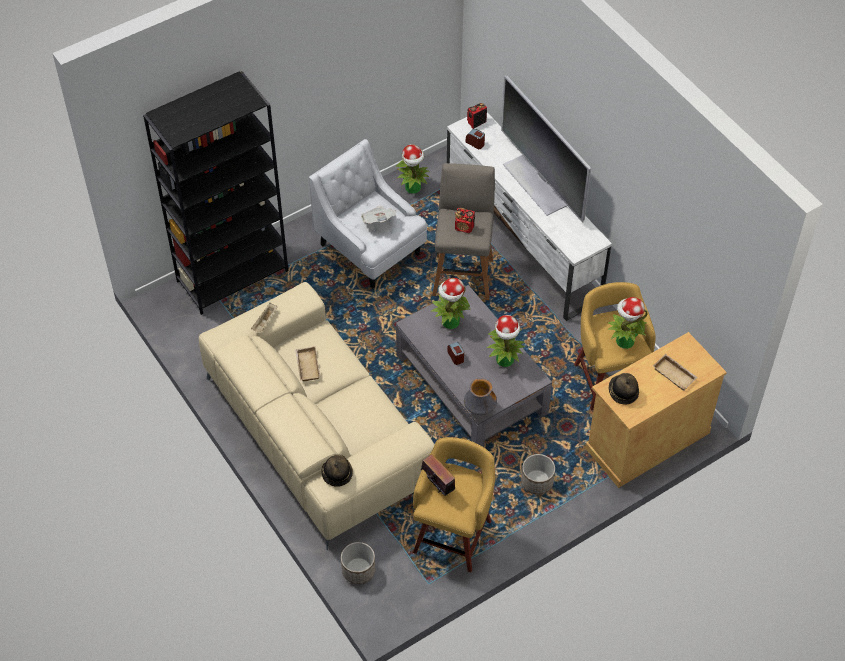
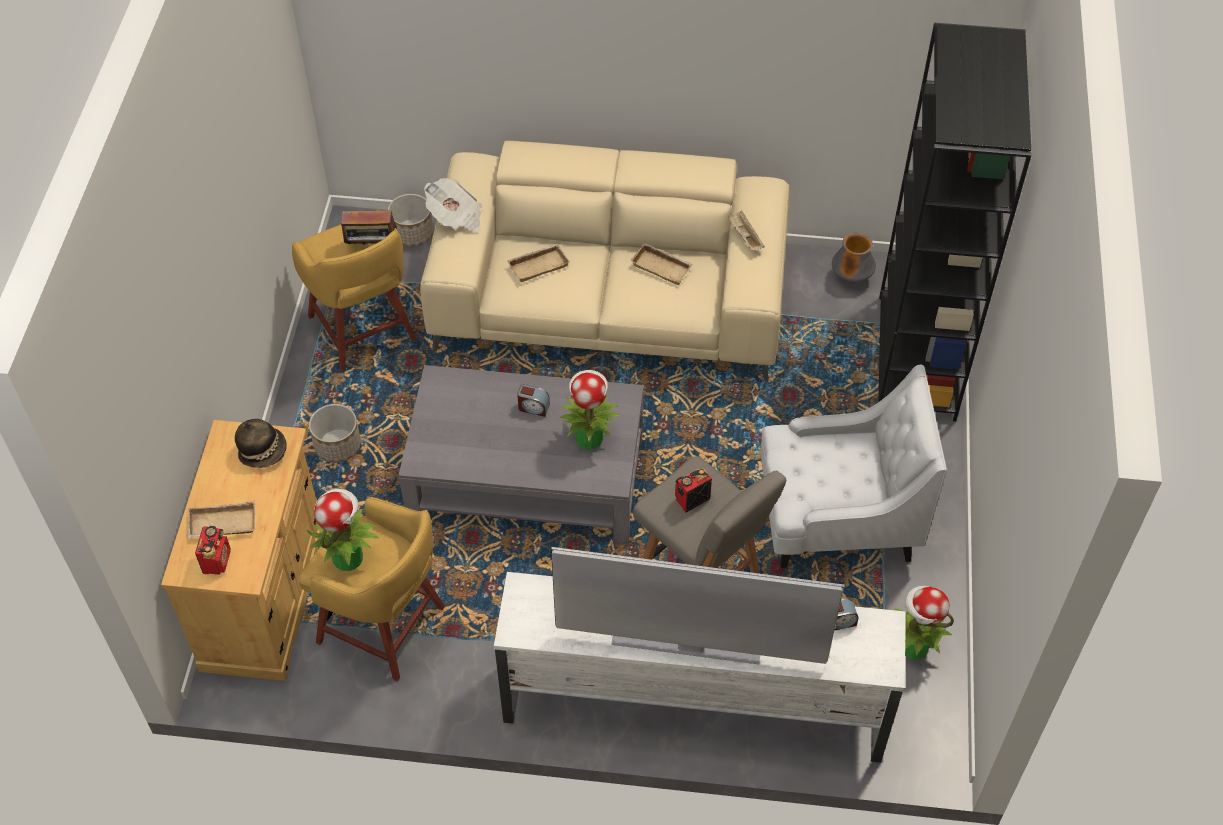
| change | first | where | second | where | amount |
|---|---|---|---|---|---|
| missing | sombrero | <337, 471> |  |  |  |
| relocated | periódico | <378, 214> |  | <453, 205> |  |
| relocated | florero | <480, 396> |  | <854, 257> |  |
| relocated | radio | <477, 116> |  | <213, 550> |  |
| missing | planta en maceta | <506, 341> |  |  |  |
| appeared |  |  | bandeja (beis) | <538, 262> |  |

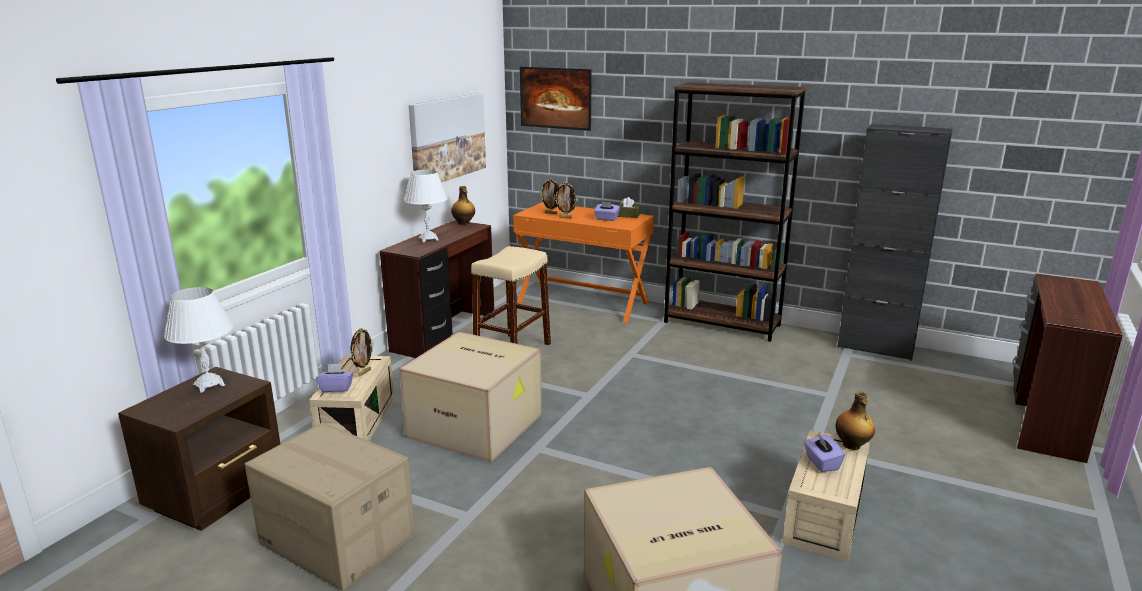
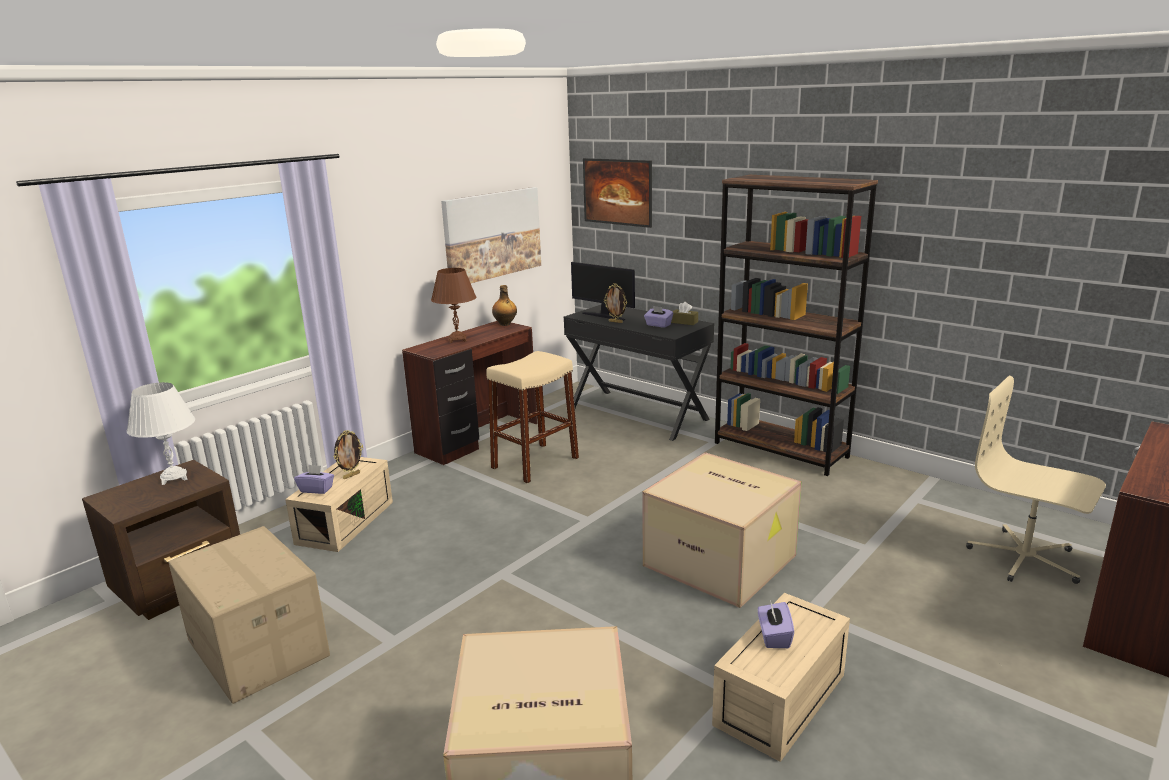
| change | first | where | second | where | amount |
|---|---|---|---|---|---|
| relocated | caja de cartón | <470, 397> |  | <722, 530> |  |
| colour | lámpara de mesa (blanco) | <426, 206> | lámpara de mesa (marrón) | <453, 305> |  |
| colour | escritorio (naranja) | <583, 262> | escritorio (negro) | <639, 373> |  |
| exchanged | portarretratos | <549, 196> | monitor | <603, 291> |  |
| missing | botella | <855, 421> |  |  |  |
| missing | armario (negro) | <894, 242> |  |  |  |
| appeared |  |  | silla de oficina (beis) | <1036, 480> |  |

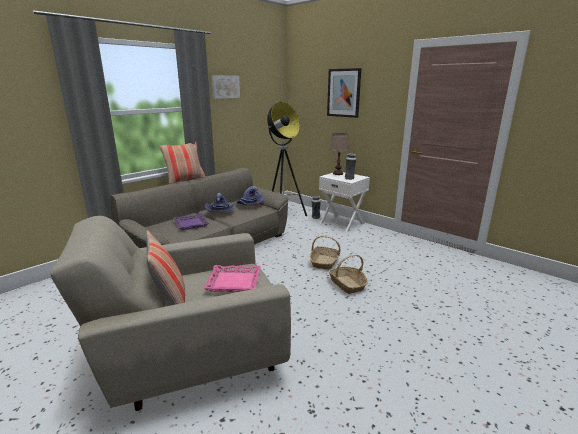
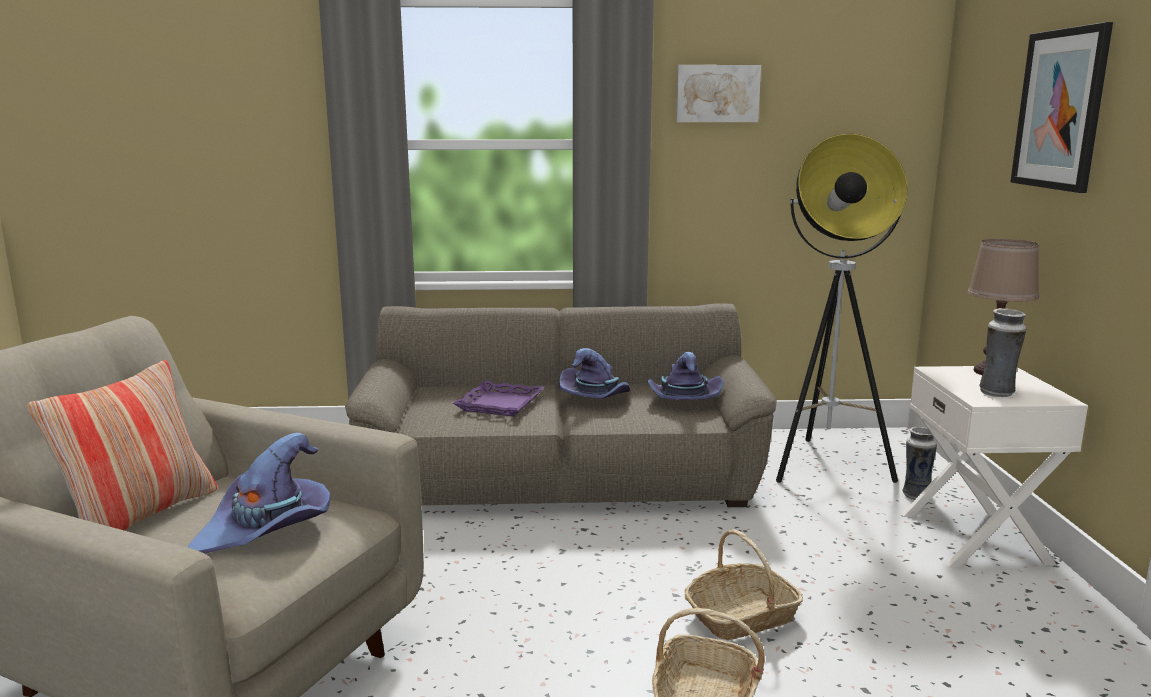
| change | first | where | second | where | amount |
|---|---|---|---|---|---|
| missing | cojín | <182, 162> |  |  |  |
| exchanged | bandeja (rosa) | <232, 278> | sombrero (morado) | <259, 493> |  |

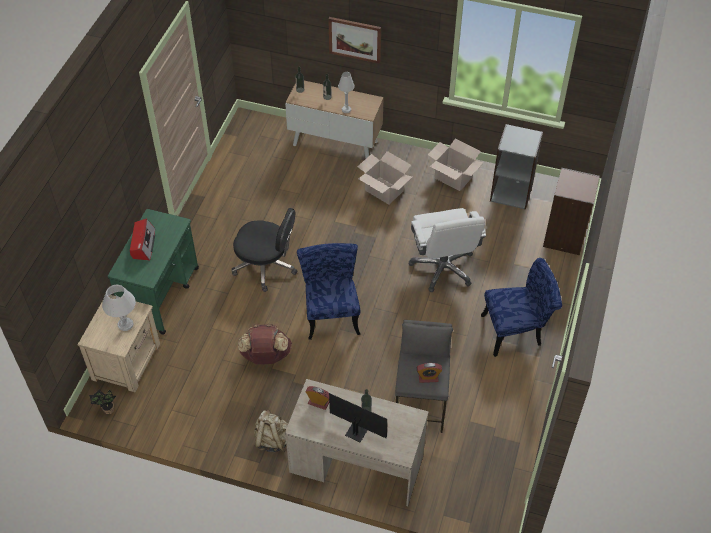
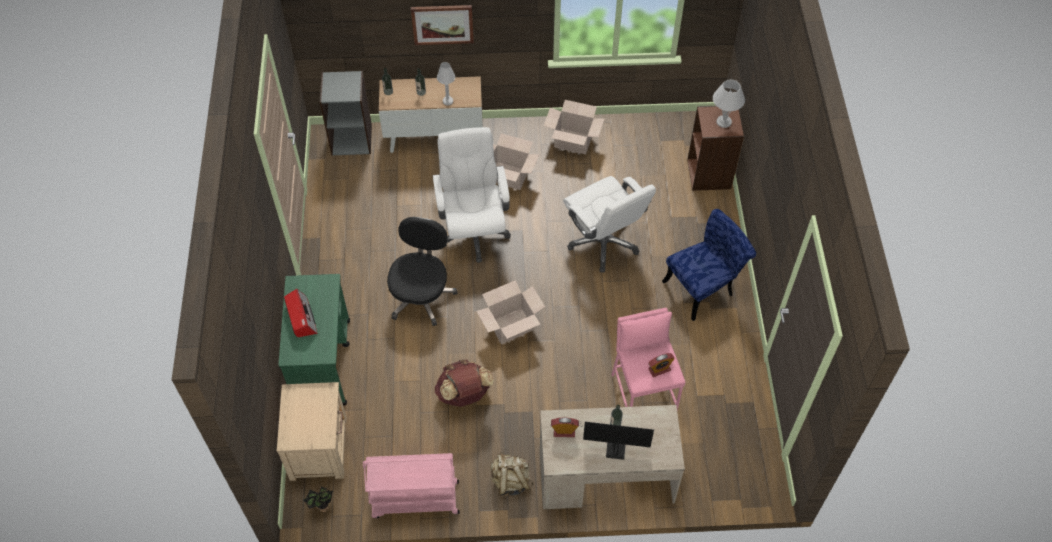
| change | first | where | second | where | amount |
|---|---|---|---|---|---|
| relocated | lámpara de mesa (blanco) | <119, 308> |  | <729, 103> |  |
| spun | silla de oficina (negro) | <264, 250> |  | <422, 271> | 75 degrees counterclockwise |
| exchanged | silla (azul) | <328, 291> | caja de cartón | <510, 312> |  |
| colour | taburete (gris) | <424, 376> | taburete (rosa) | <648, 359> |  |
| relocated | estantería (gris) | <516, 167> |  | <346, 113> |  |
| appeared |  |  | carrito (rosa) | <411, 485> |  |
| appeared |  |  | silla de oficina (blanco) | <472, 195> |  |

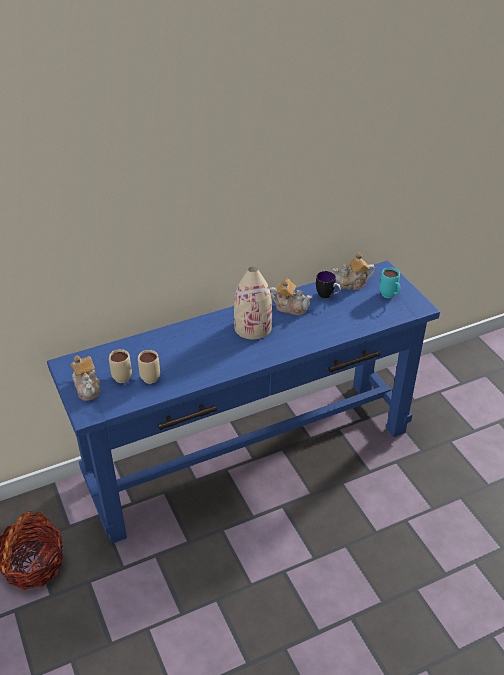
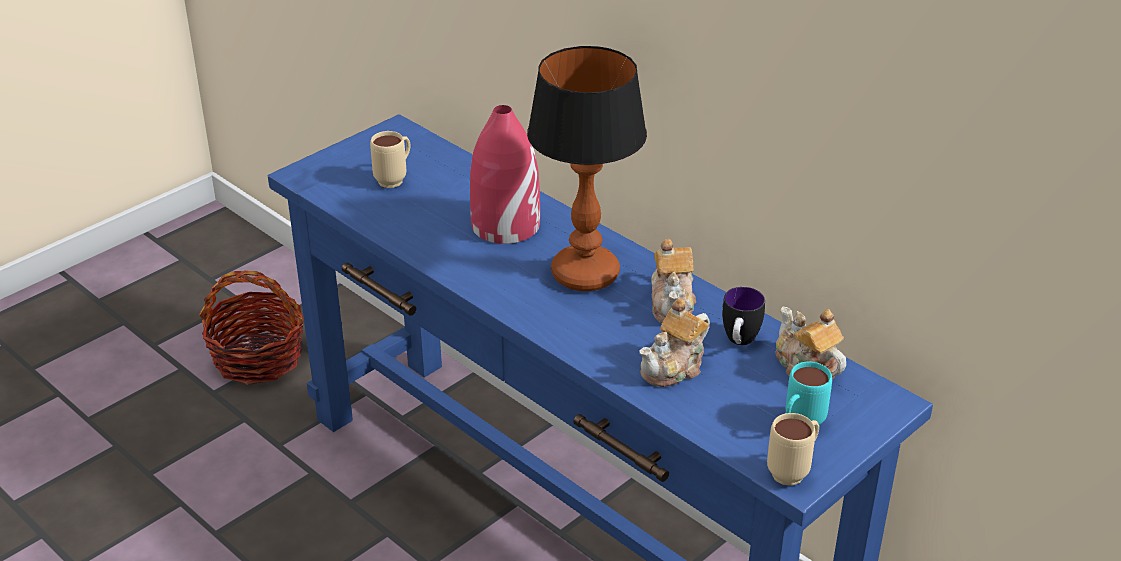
| change | first | where | second | where | amount |
|---|---|---|---|---|---|
| relocated | tetera | <85, 378> |  | <674, 343> |  |
| relocated | taza grande (beis) | <149, 367> |  | <793, 449> |  |
| exchanged | florero (beis) | <253, 302> | lámpara de mesa | <587, 168> |  |
| appeared |  |  | florero (rojo) | <505, 174> |  |

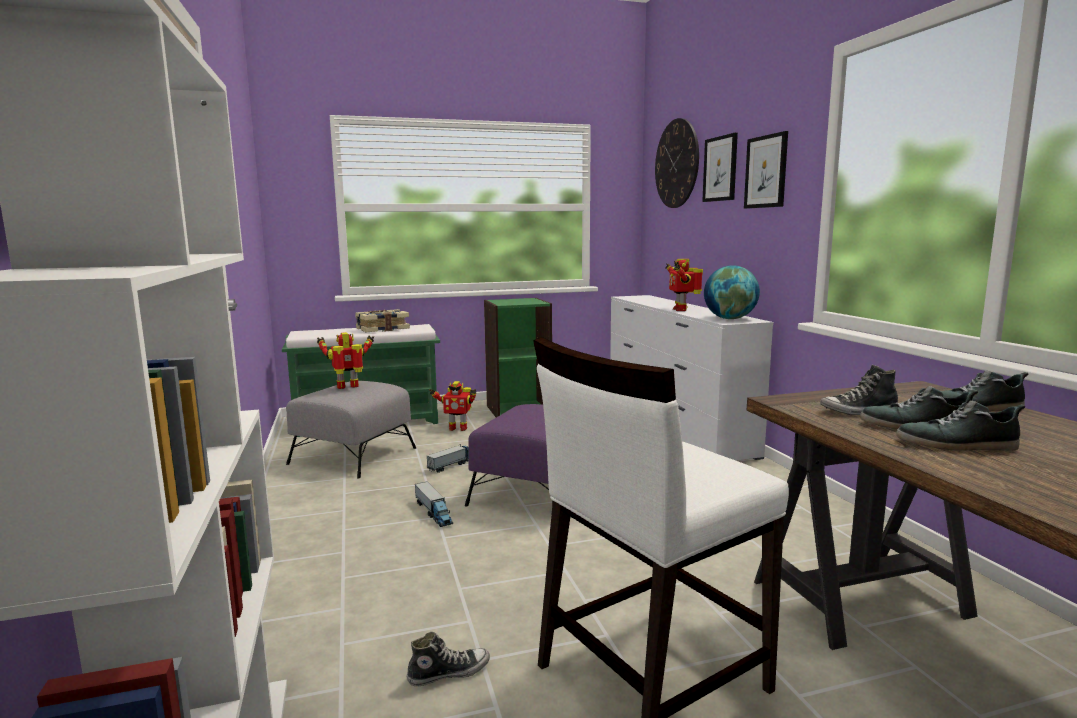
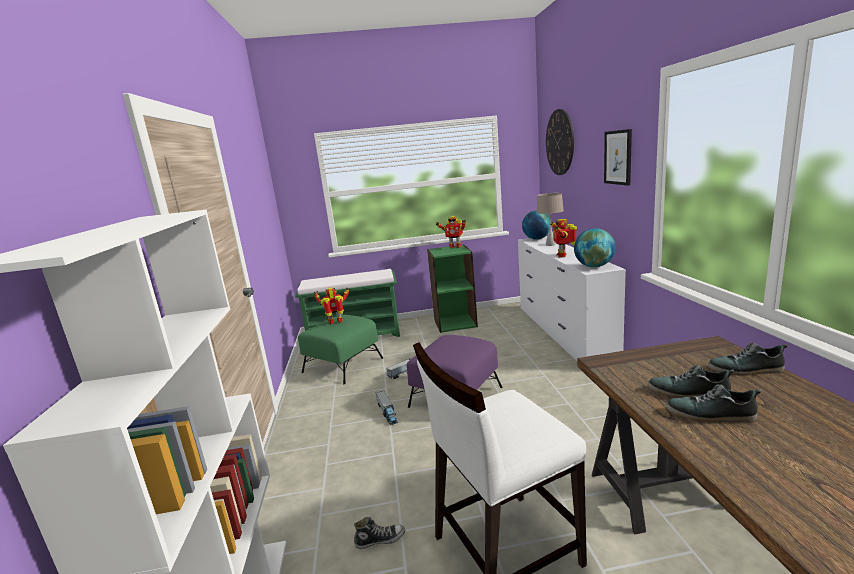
| change | first | where | second | where | amount |
|---|---|---|---|---|---|
| colour | puf (gris) | <351, 430> | puf (verde) | <340, 349> |  |
| missing | libro | <382, 320> |  |  |  |
| relocated | robot de juguete | <452, 406> |  | <451, 232> |  |
| missing | cuadro | <720, 167> |  |  |  |
| missing | zapato | <859, 390> |  |  |  |
| appeared |  |  | globo terráqueo | <537, 225> |  |
| appeared |  |  | lámpara de mesa (beis) | <550, 219> |  |

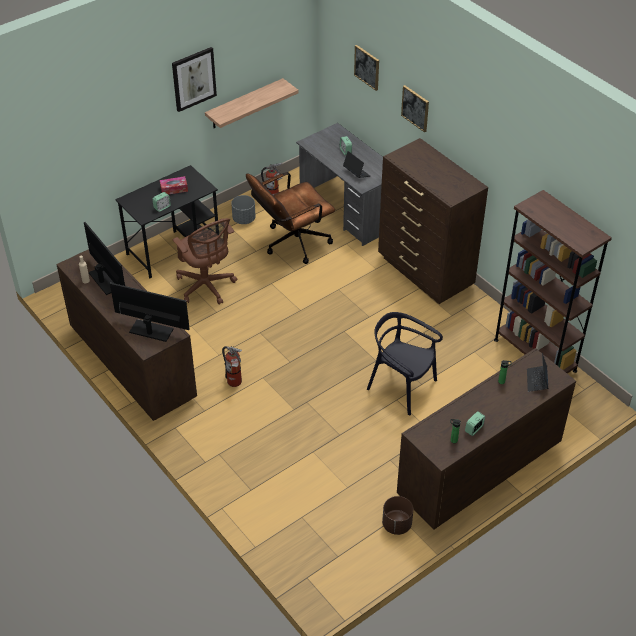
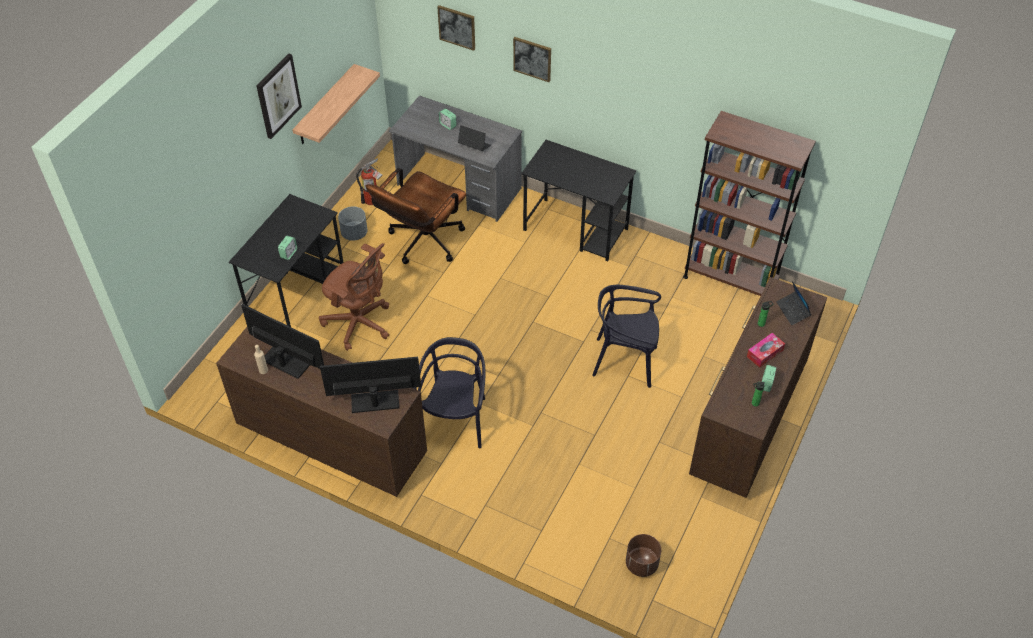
| change | first | where | second | where | amount |
|---|---|---|---|---|---|
| relocated | caja de pañuelos | <174, 185> |  | <766, 350> |  |
| exchanged | extintor | <232, 366> | silla (negro) | <449, 393> |  |
| exchanged | cómoda (marrón) | <433, 221> | escritorio (negro) | <578, 200> |  |
| relocated | maceta (marrón) | <397, 515> |  | <643, 555> |  |

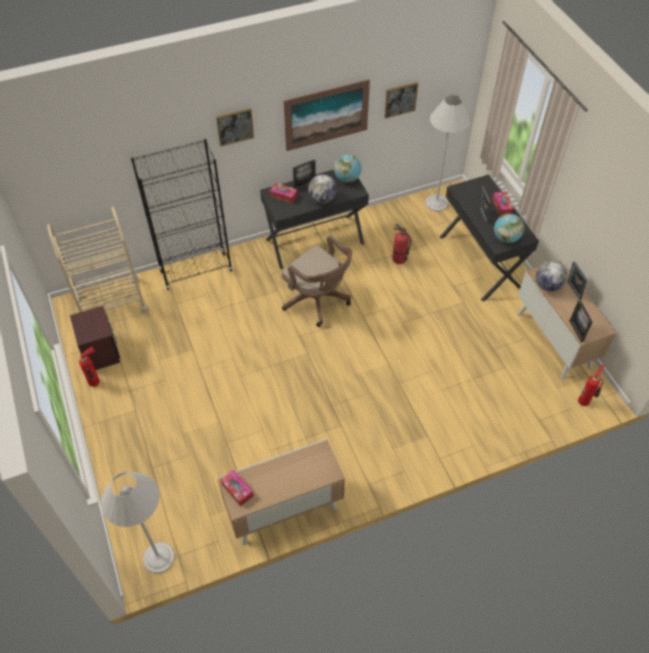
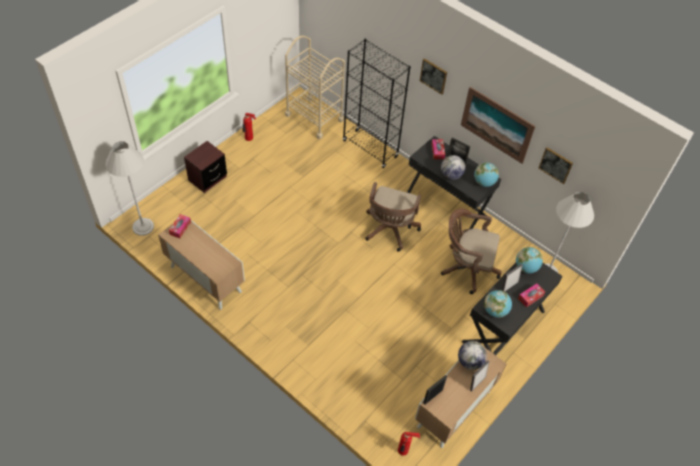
| change | first | where | second | where | amount |
|---|---|---|---|---|---|
| relocated | mesita de noche (marrón) | <95, 338> |  | <205, 167> |  |
| exchanged | extintor | <401, 244> | silla de oficina (marrón) | <471, 251> |  |
| appeared |  |  | globo terráqueo | <529, 260> |  |

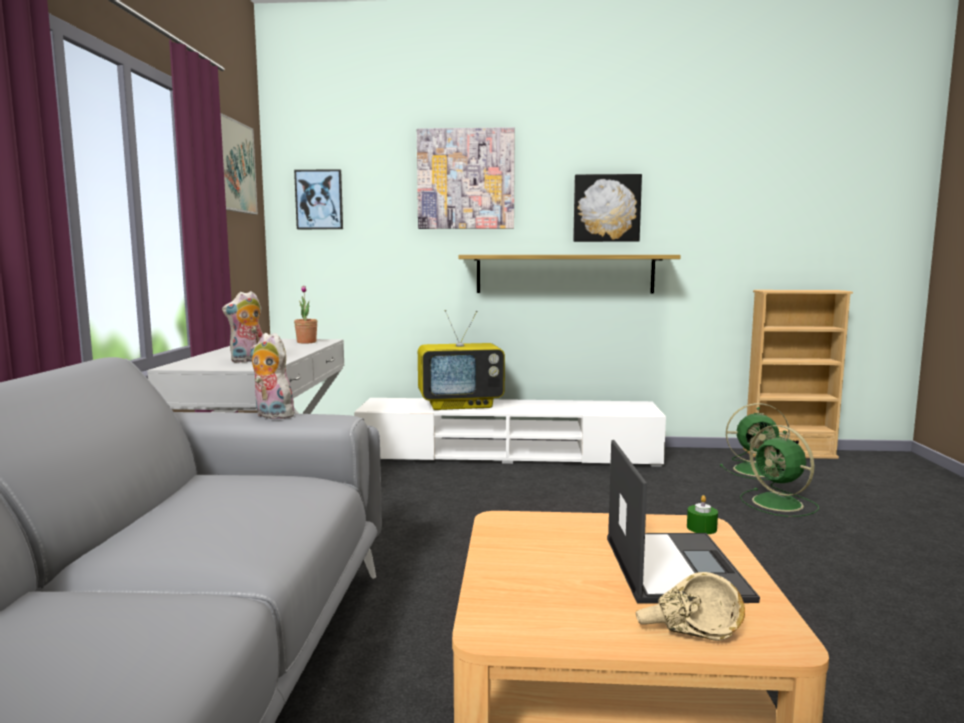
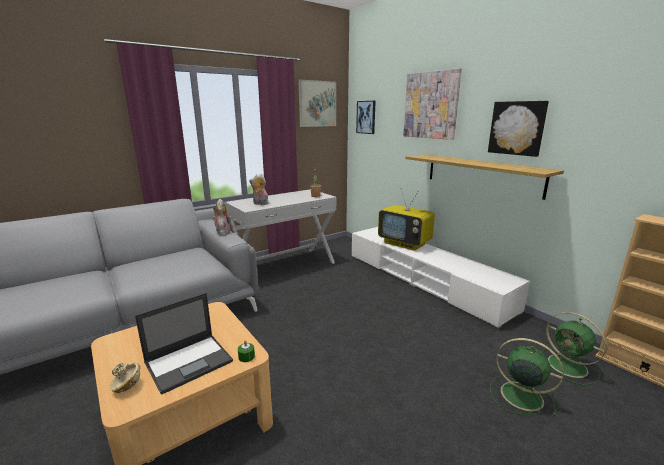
| change | first | where | second | where | amount |
|---|---|---|---|---|---|
| spun | ventilador (verde) | <779, 471> |  | <526, 377> | 105 degrees clockwise |

